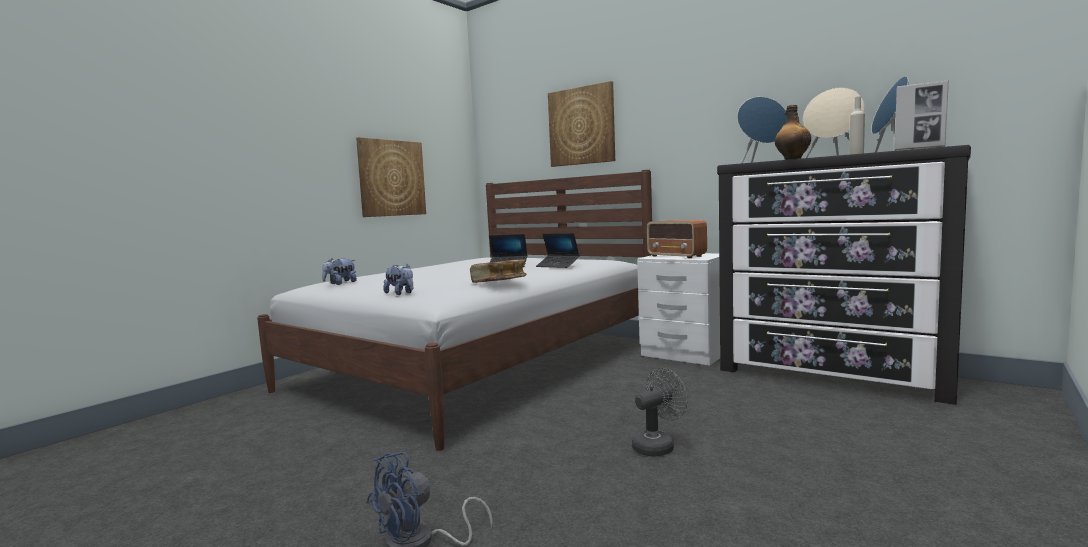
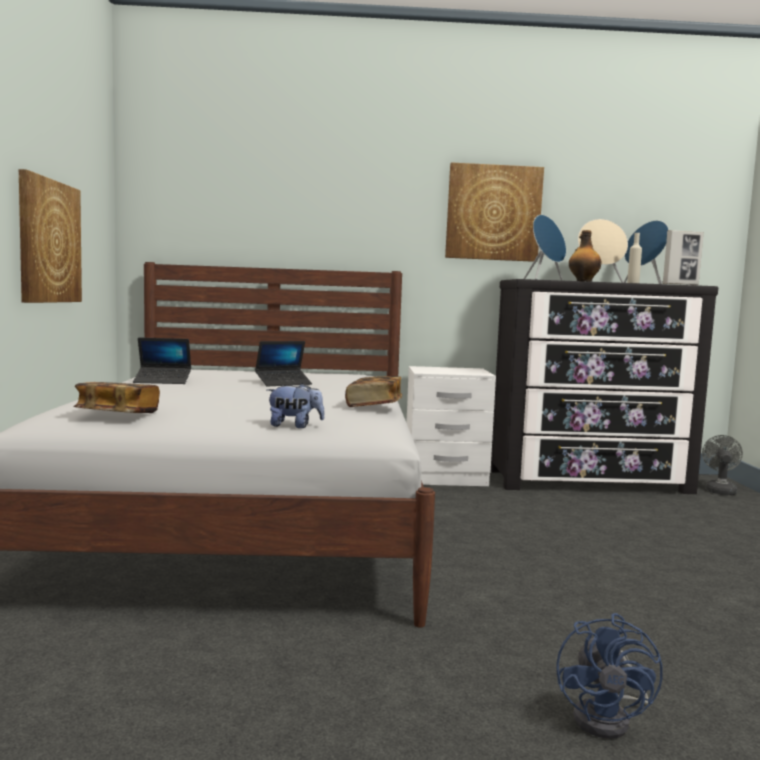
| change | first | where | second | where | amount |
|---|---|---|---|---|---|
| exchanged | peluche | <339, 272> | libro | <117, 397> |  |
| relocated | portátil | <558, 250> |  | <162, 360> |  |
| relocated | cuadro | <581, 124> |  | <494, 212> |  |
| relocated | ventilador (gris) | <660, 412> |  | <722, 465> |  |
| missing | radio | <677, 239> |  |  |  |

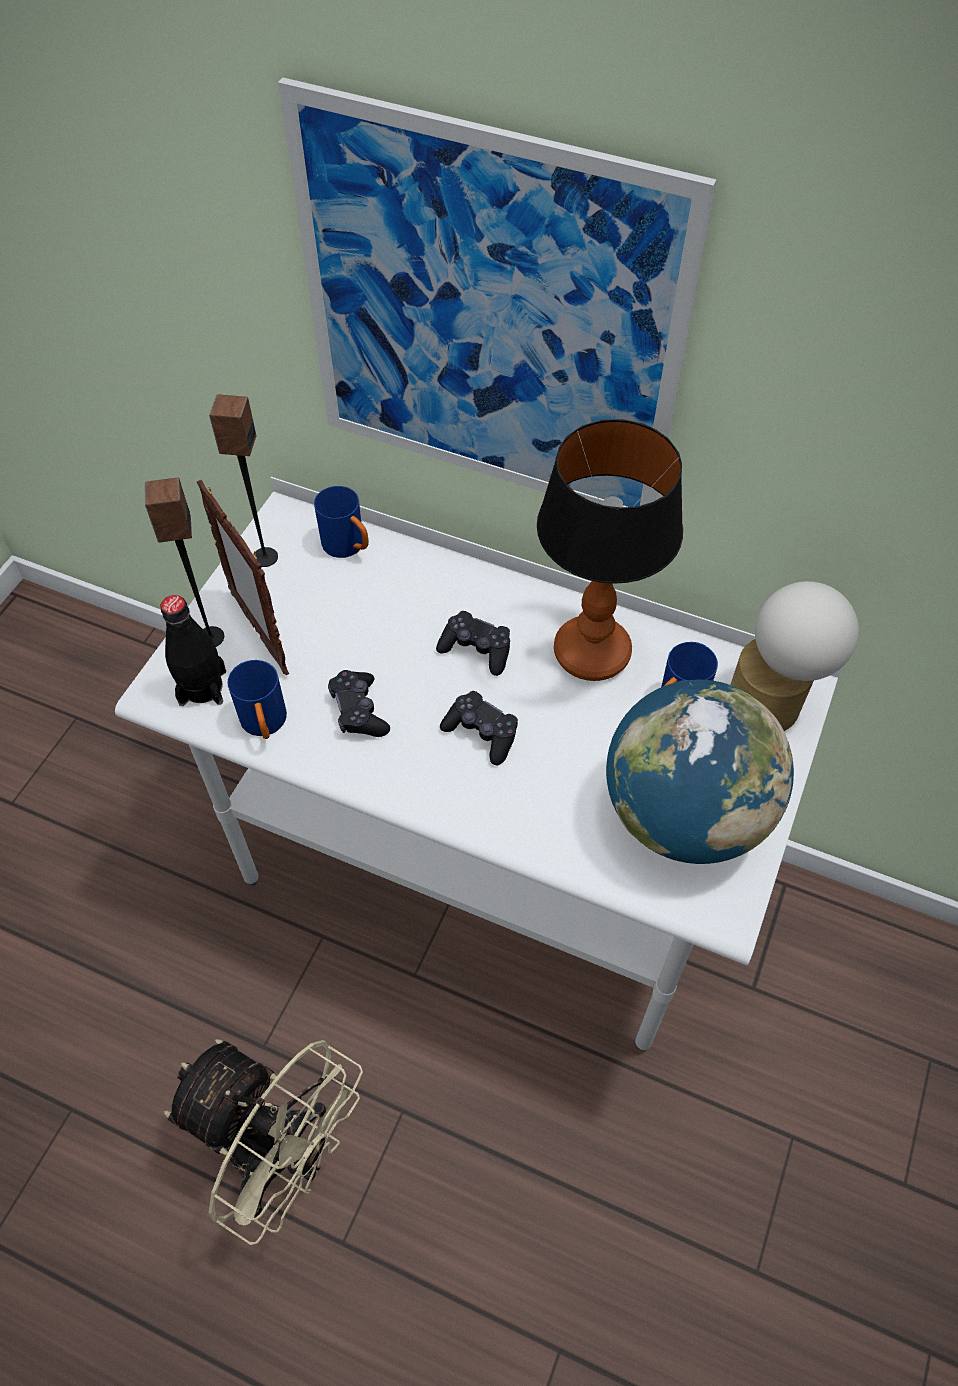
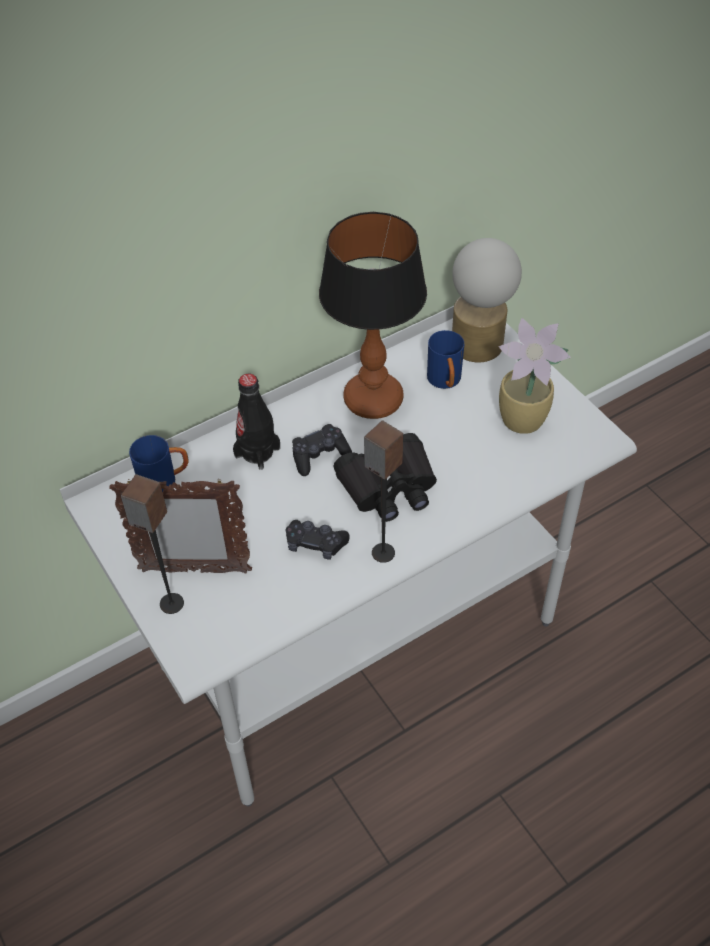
| change | first | where | second | where | amount |
|---|---|---|---|---|---|
| relocated | botella (negro) | <193, 650> |  | <256, 422> |  |
| missing | ventilador (beis) | <263, 1142> |  |  |  |
| relocated | altavoz | <243, 481> |  | <383, 491> |  |
| missing | taza grande (azul) | <257, 699> |  |  |  |
| missing | cuadro | <497, 292> |  |  |  |
| exchanged | mando de consola (negro) | <479, 728> | prismáticos (negro) | <385, 477> |  |
| exchanged | globo terráqueo | <700, 772> | planta en maceta | <534, 376> |  |

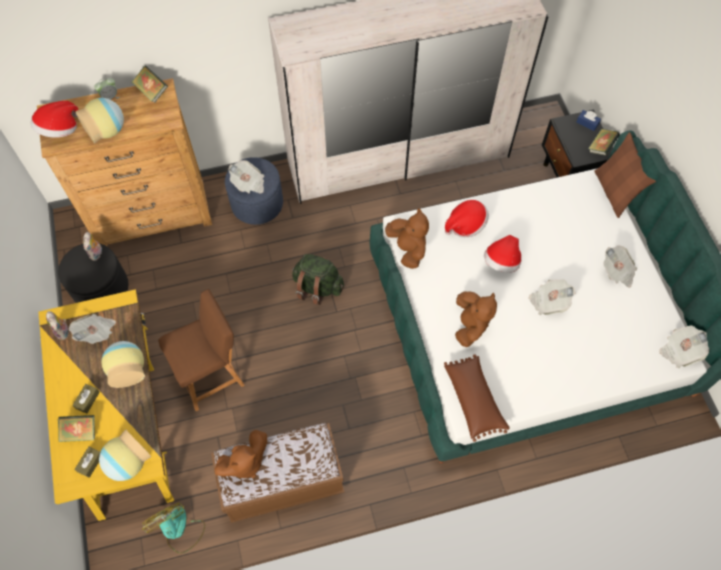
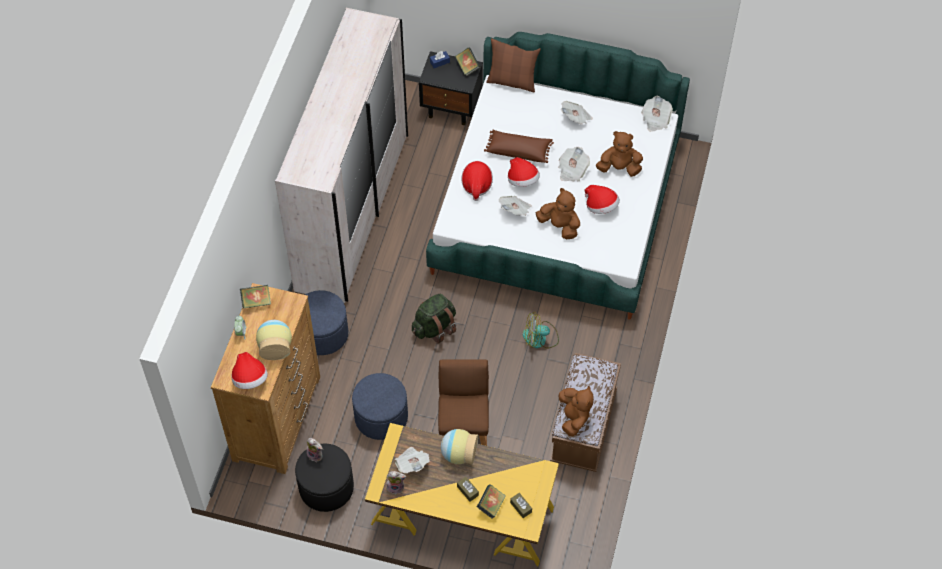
| change | first | where | second | where | amount |
|---|---|---|---|---|---|
| missing | florero | <125, 455> |  |  |  |
| relocated | ventilador | <173, 528> |  | <541, 330> |  |
| relocated | periódico | <246, 176> |  | <515, 206> |  |
| relocated | peluche (marrón) | <407, 238> |  | <619, 154> |  |
| relocated | cojín (marrón) | <477, 398> |  | <519, 146> |  |
| appeared |  |  | puf (azul) | <380, 406> |  |
| appeared |  |  | sombrero | <602, 199> |  |

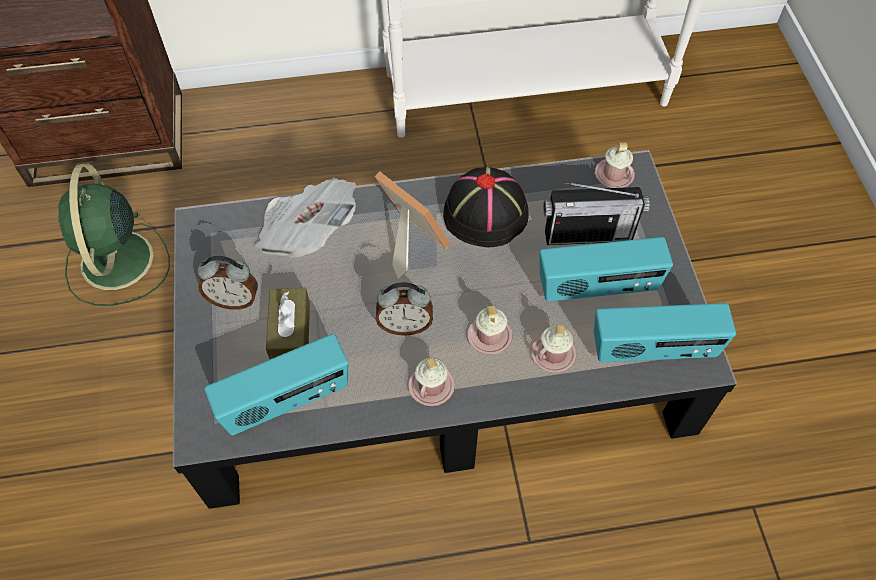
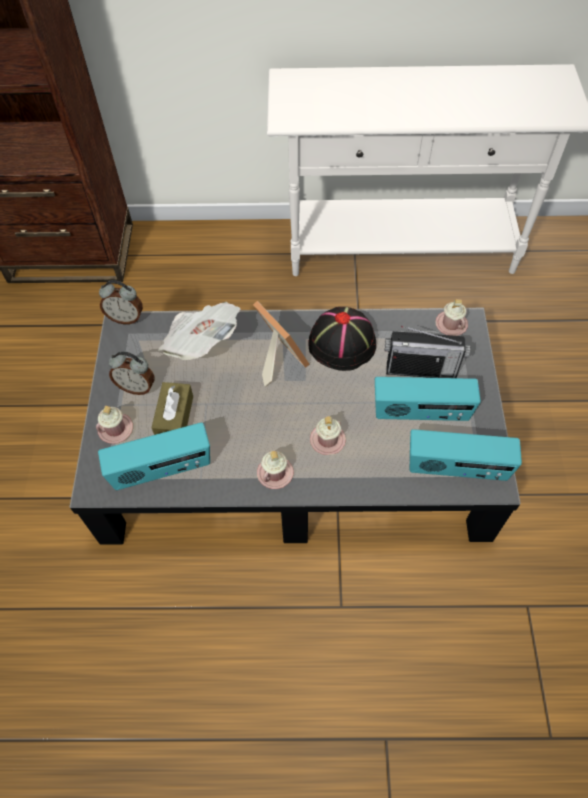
| change | first | where | second | where | amount |
|---|---|---|---|---|---|
| missing | ventilador (verde) | <114, 235> |  |  |  |
| relocated | despertador | <404, 309> |  | <121, 302> |  |
| relocated | taza grande (rosa) | <554, 349> |  | <114, 425> |  |

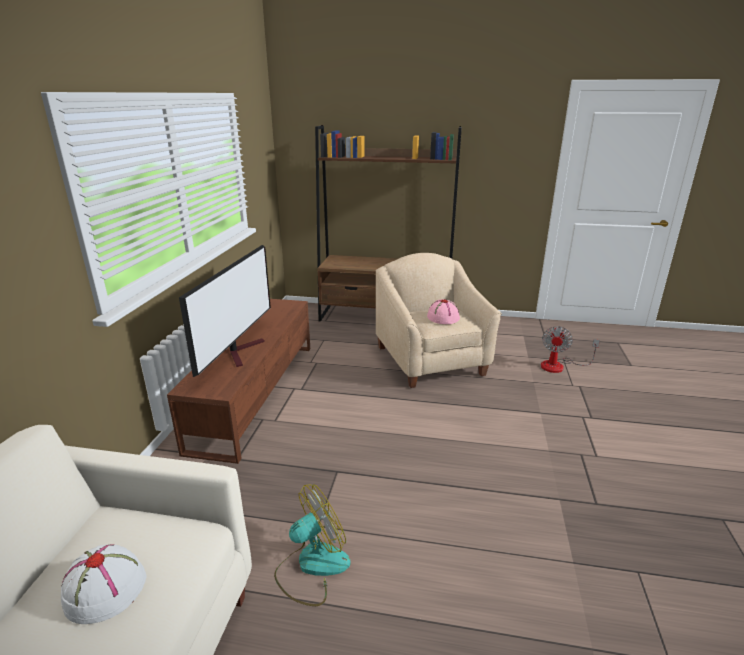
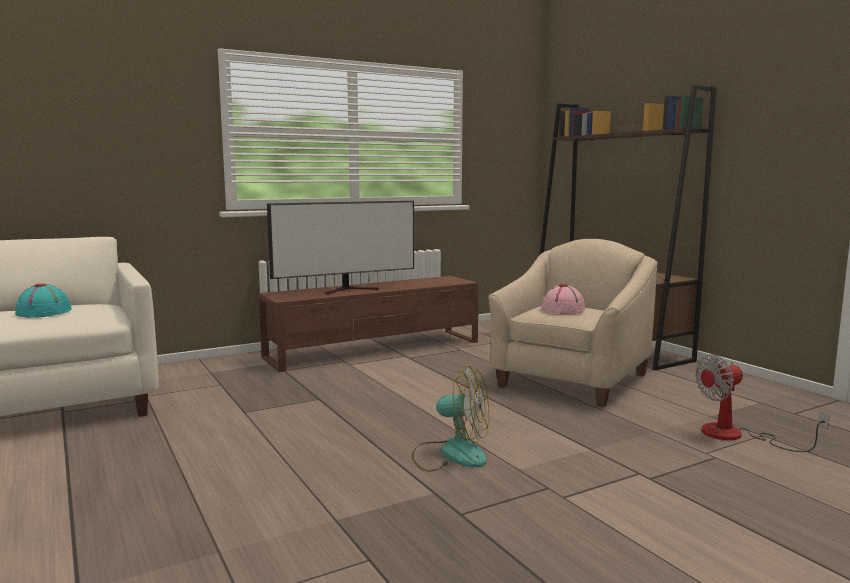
| change | first | where | second | where | amount |
|---|---|---|---|---|---|
| colour | sombrero (blanco) | <104, 584> | sombrero (turquesa) | <43, 301> |  |
| relocated | ventilador | <312, 545> |  | <450, 419> |  |

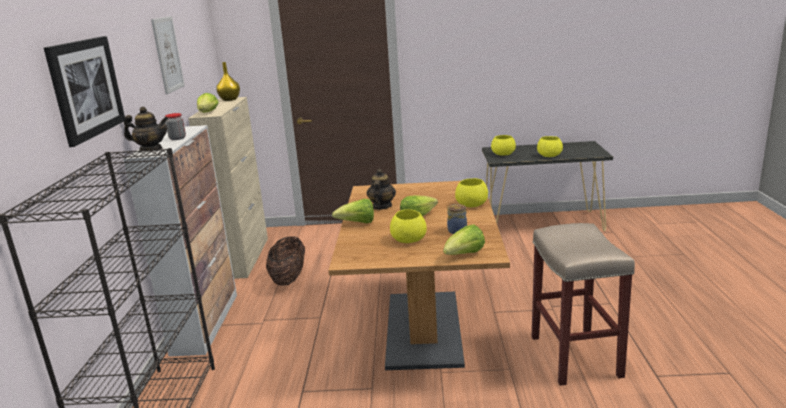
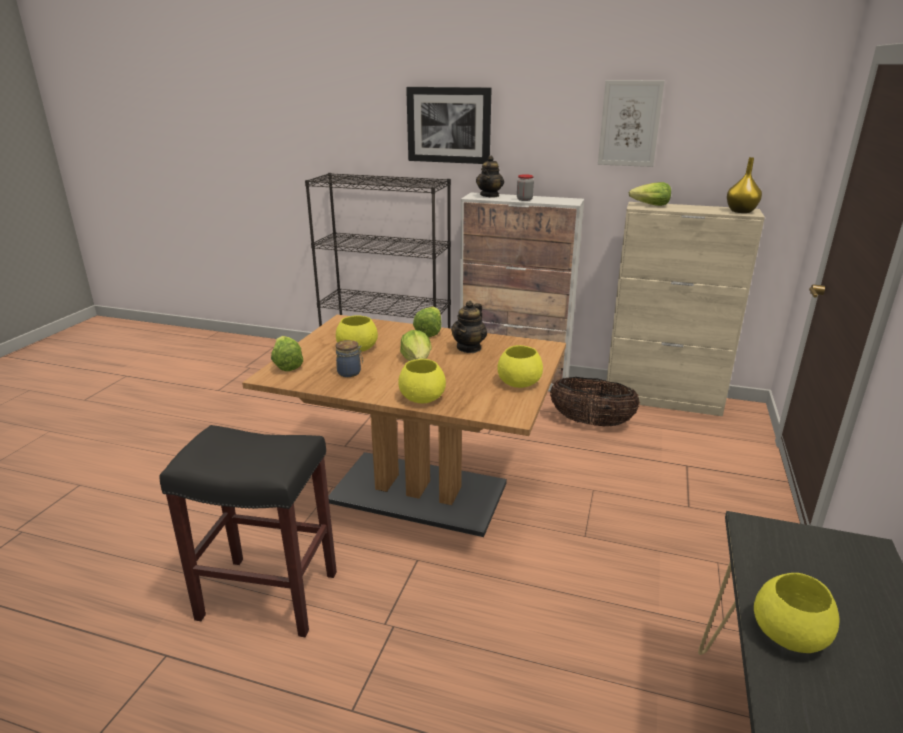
| change | first | where | second | where | amount |
|---|---|---|---|---|---|
| spun | tetera | <381, 189> |  | <469, 327> | 90 degrees clockwise |
| relocated | cuenco (amarillo) | <503, 145> |  | <520, 366> |  |
| colour | taburete (beis) | <583, 304> | taburete (negro) | <248, 531> |  |

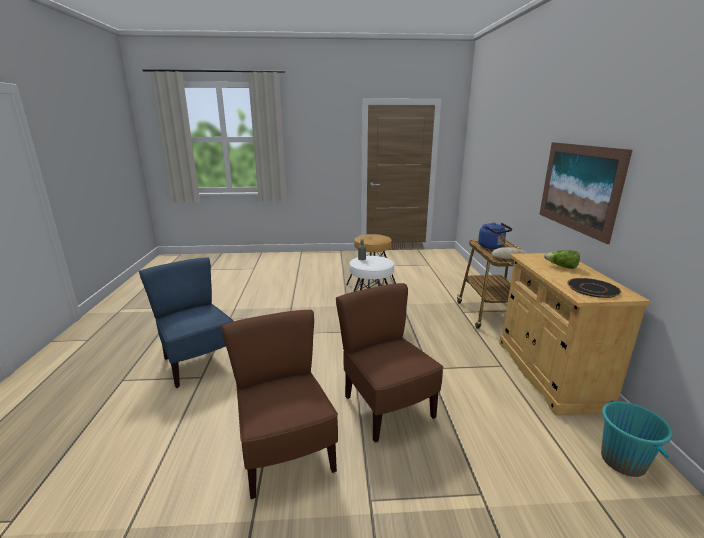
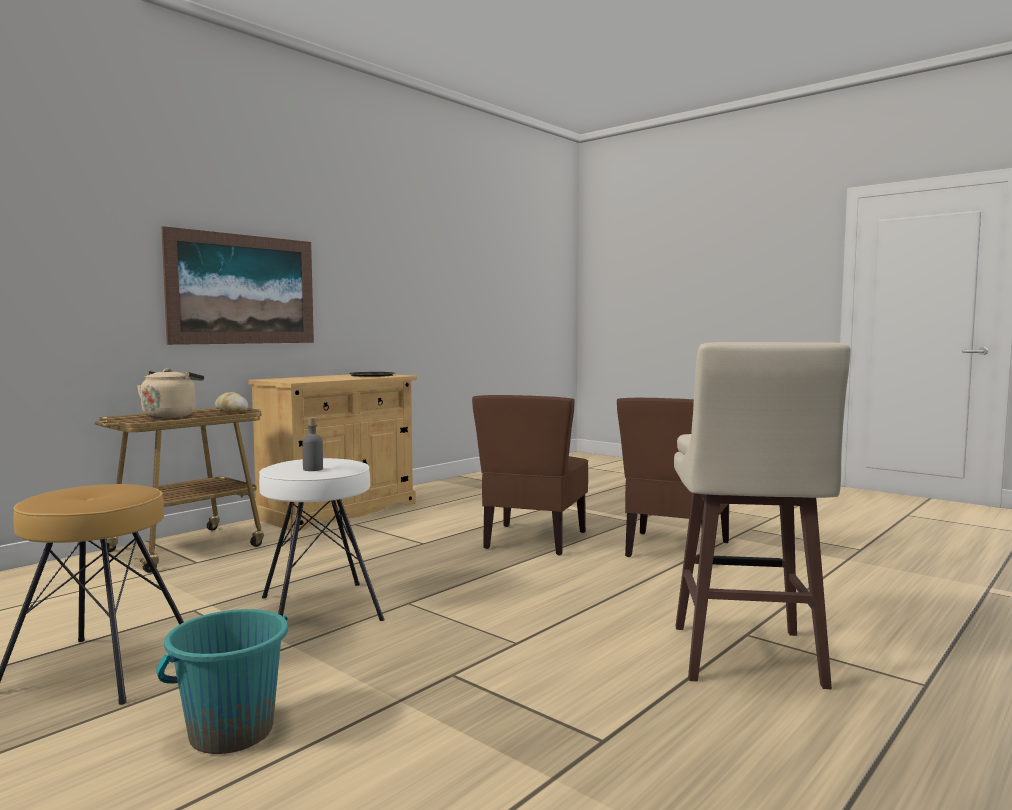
| change | first | where | second | where | amount |
|---|---|---|---|---|---|
| exchanged | silla (azul) | <186, 322> | taburete (beis) | <762, 515> |  |
| colour | hervidor (azul) | <495, 235> | hervidor (beis) | <170, 393> |  |
| missing | lechuga | <562, 259> |  |  |  |
| relocated | cubo (turquesa) | <636, 438> |  | <222, 681> |  |

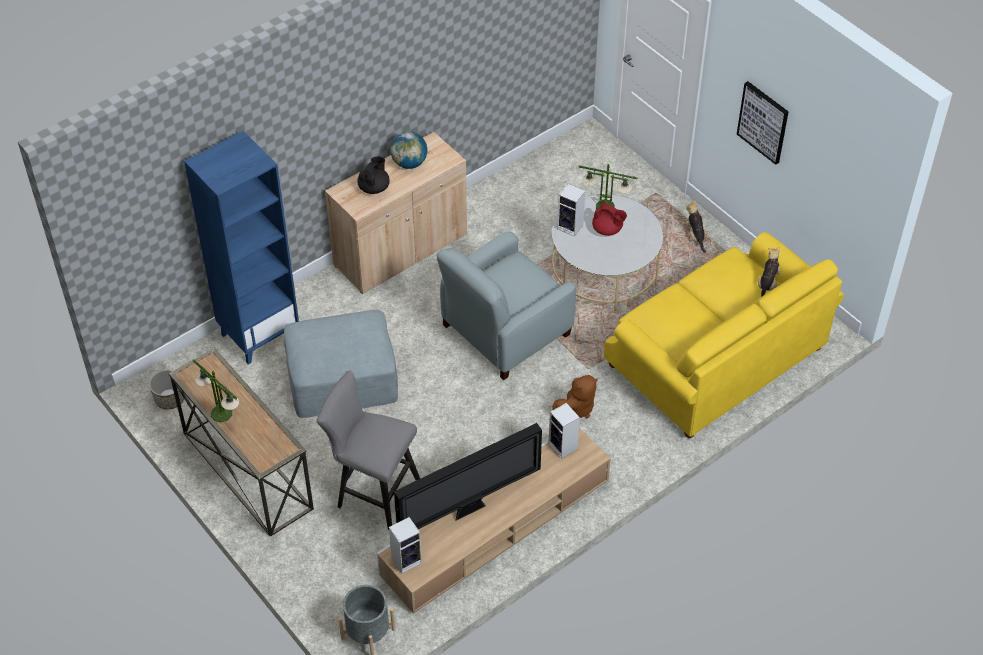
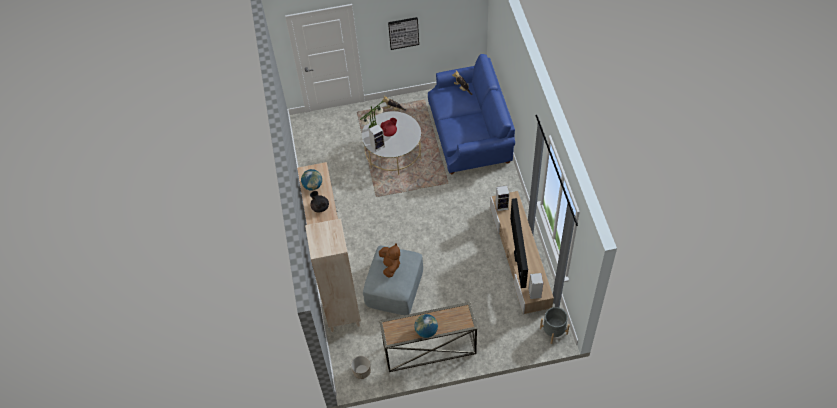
| change | first | where | second | where | amount |
|---|---|---|---|---|---|
| colour | estantería (azul) | <241, 248> | estantería (beis) | <333, 275> |  |
| exchanged | lámpara de mesa | <216, 390> | globo terráqueo | <426, 326> |  |
| missing | taburete (gris) | <368, 450> |  |  |  |
| missing | sillón (gris) | <506, 305> |  |  |  |
| relocated | peluche (marrón) | <575, 396> |  | <389, 260> |  |
| colour | sofá (amarillo) | <724, 335> | sofá (azul) | <471, 114> |  |

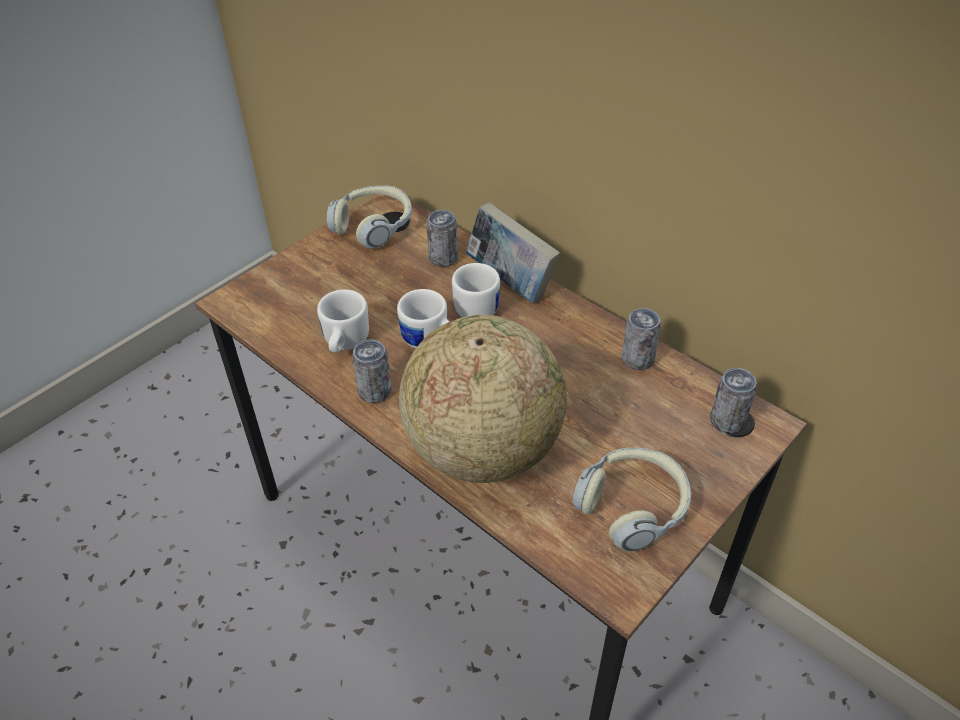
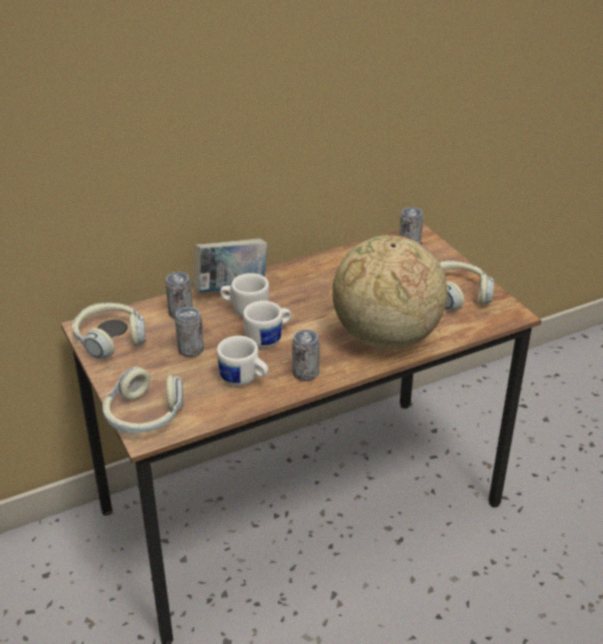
| change | first | where | second | where | amount |
|---|---|---|---|---|---|
| relocated | lata | <641, 339> |  | <189, 332> |  |
| appeared |  |  | auriculares | <142, 400> |  |

